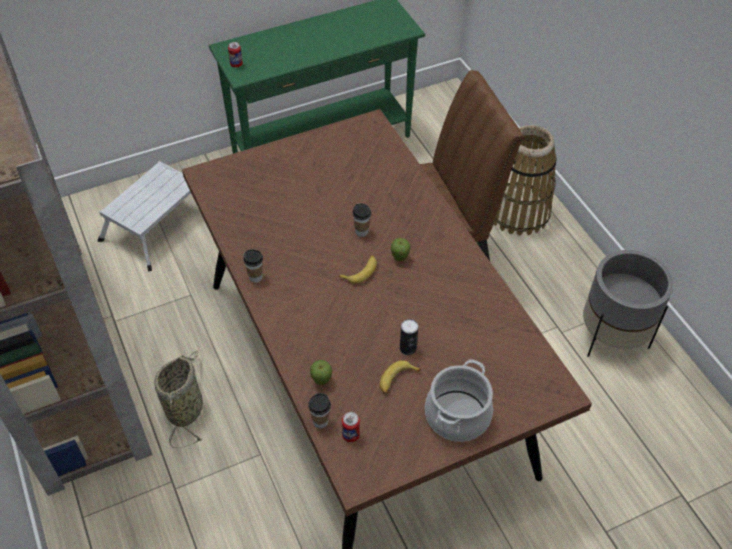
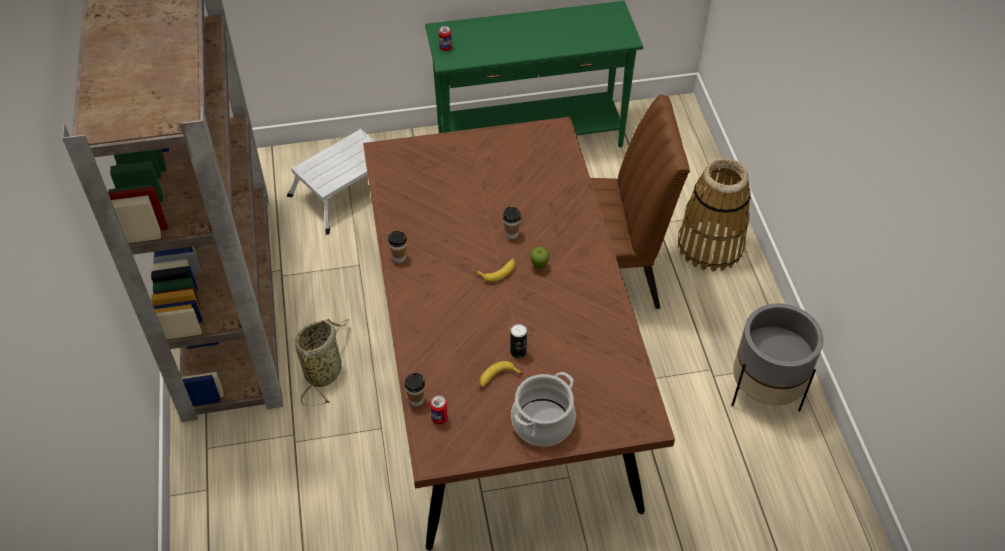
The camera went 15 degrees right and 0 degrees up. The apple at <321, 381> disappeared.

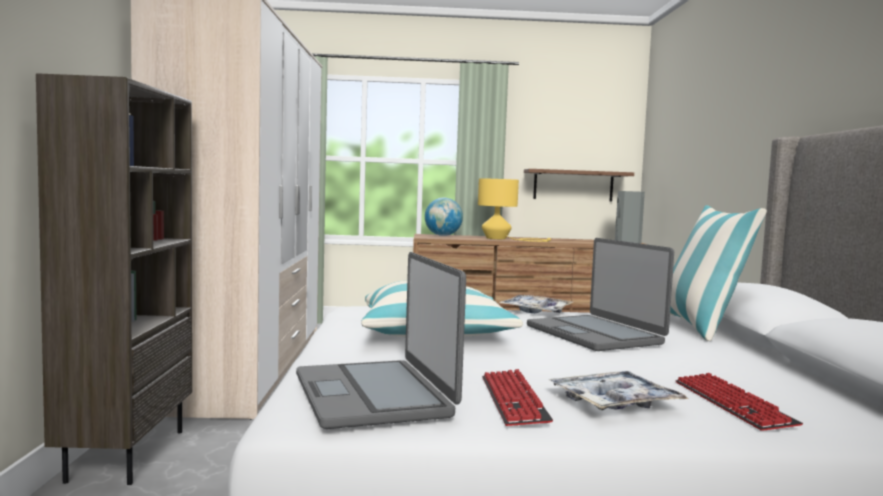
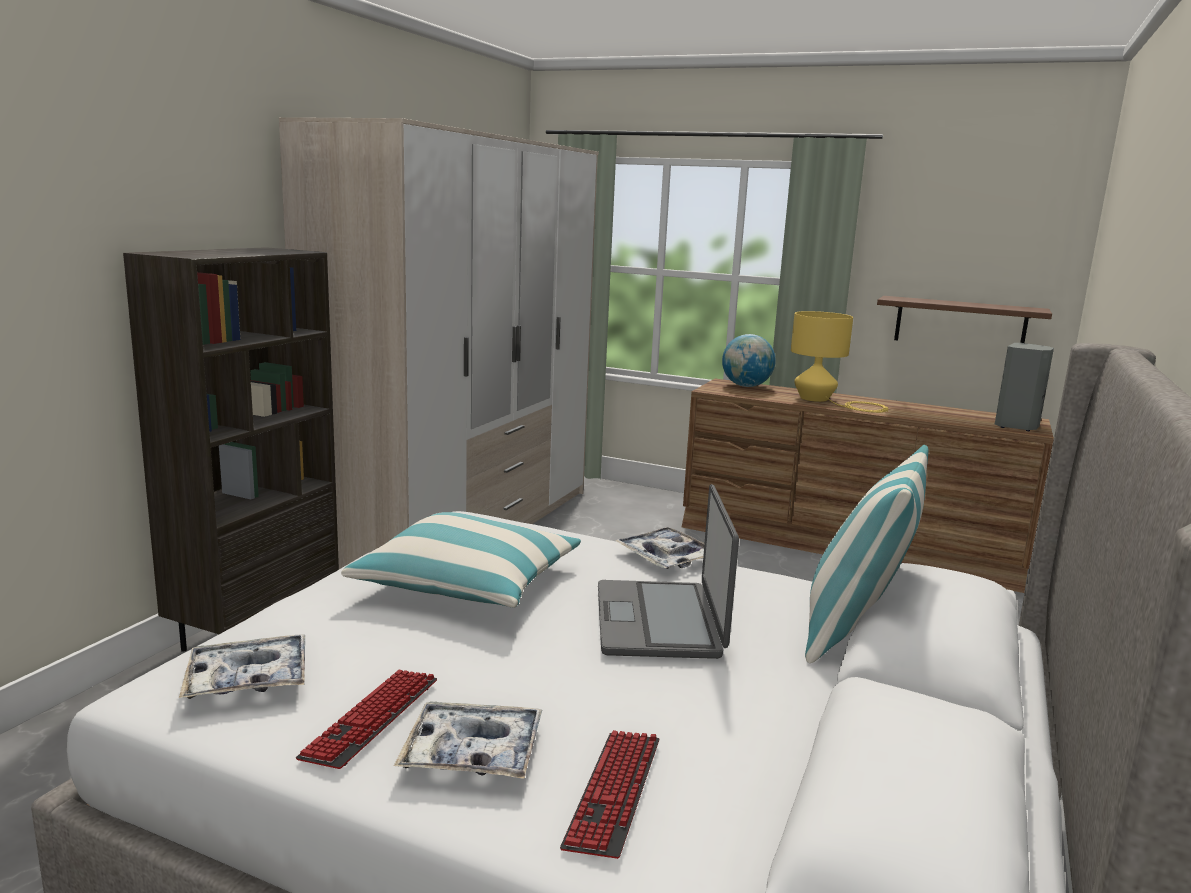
The camera went 25 degrees right and 10 degrees up. The notebook computer at <374, 395> was replaced by the tray at <248, 678>.

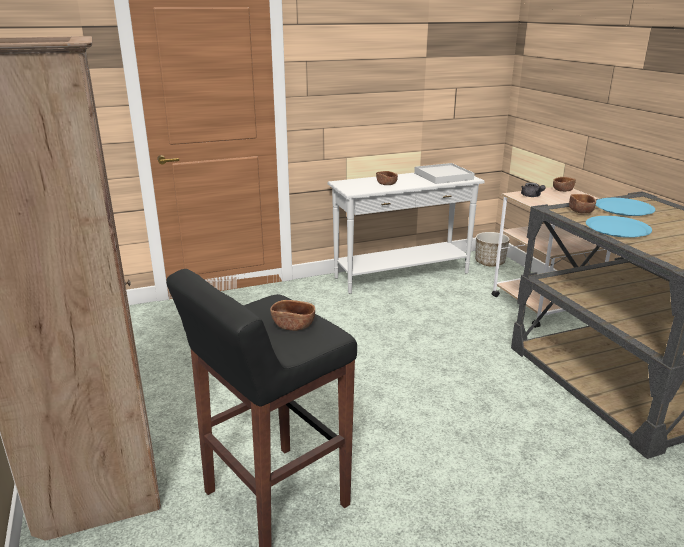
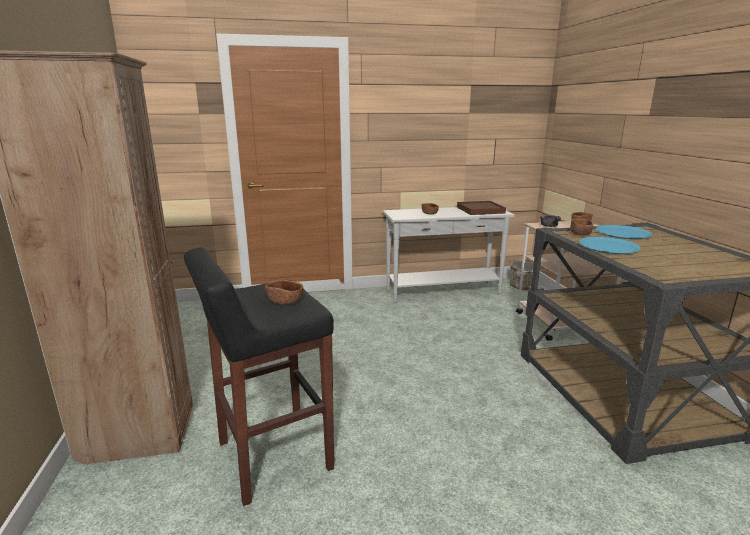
The camera went 10 degrees right and 5 degrees down. The tray (whitish) at <443, 176> became the tray (brownish) at <480, 210>.

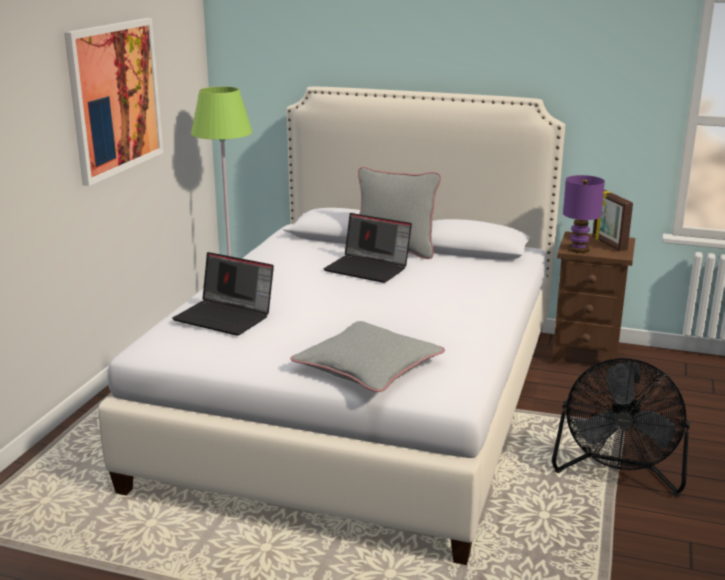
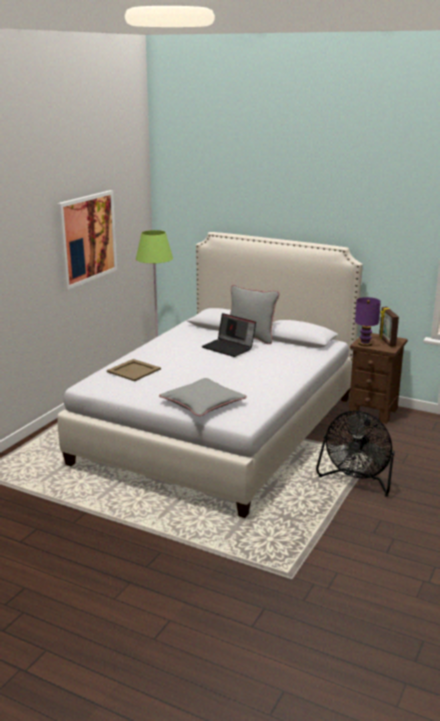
The camera went 10 degrees right and 0 degrees up. The notebook computer at <226, 317> was replaced by the tray (beige) at <134, 370>.

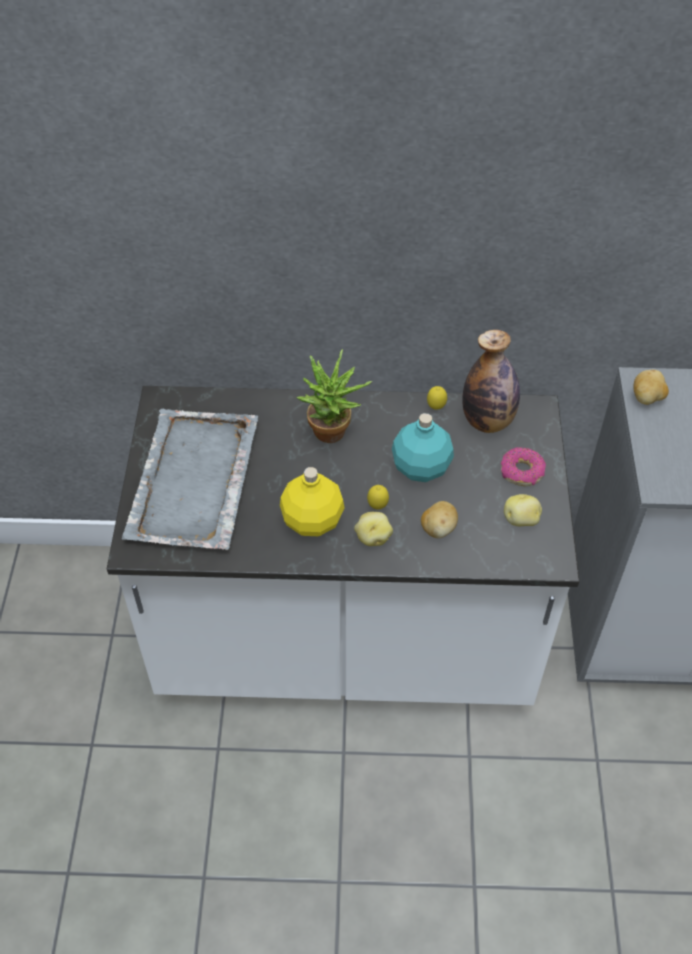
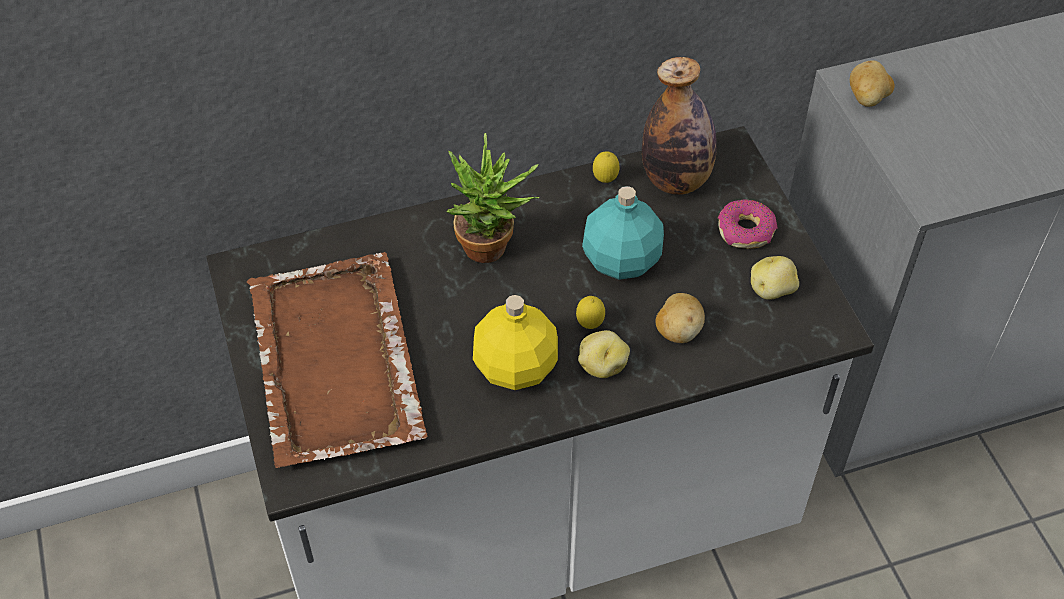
The camera went 20 degrees left and 0 degrees up. The tray (grey) at <193, 482> became the tray (brownish) at <335, 364>.

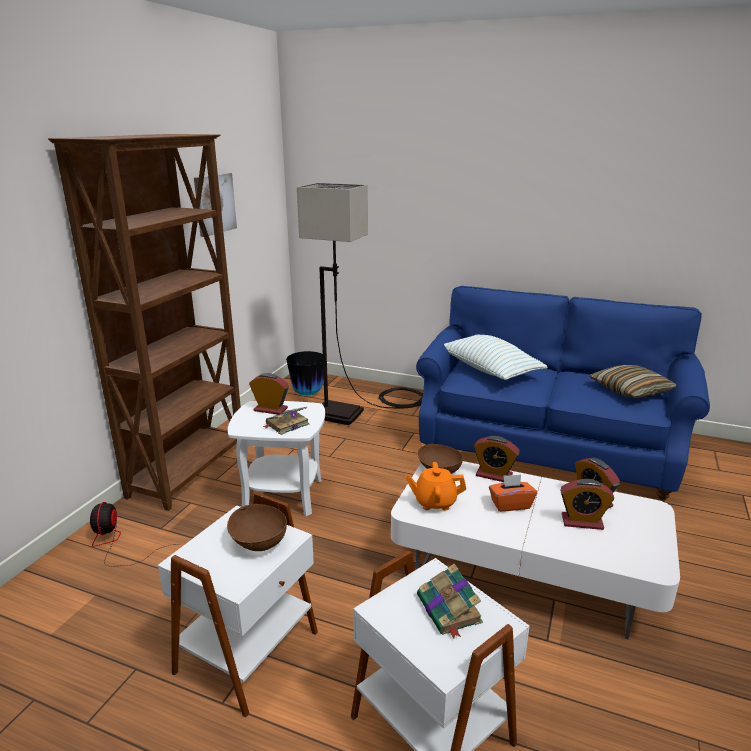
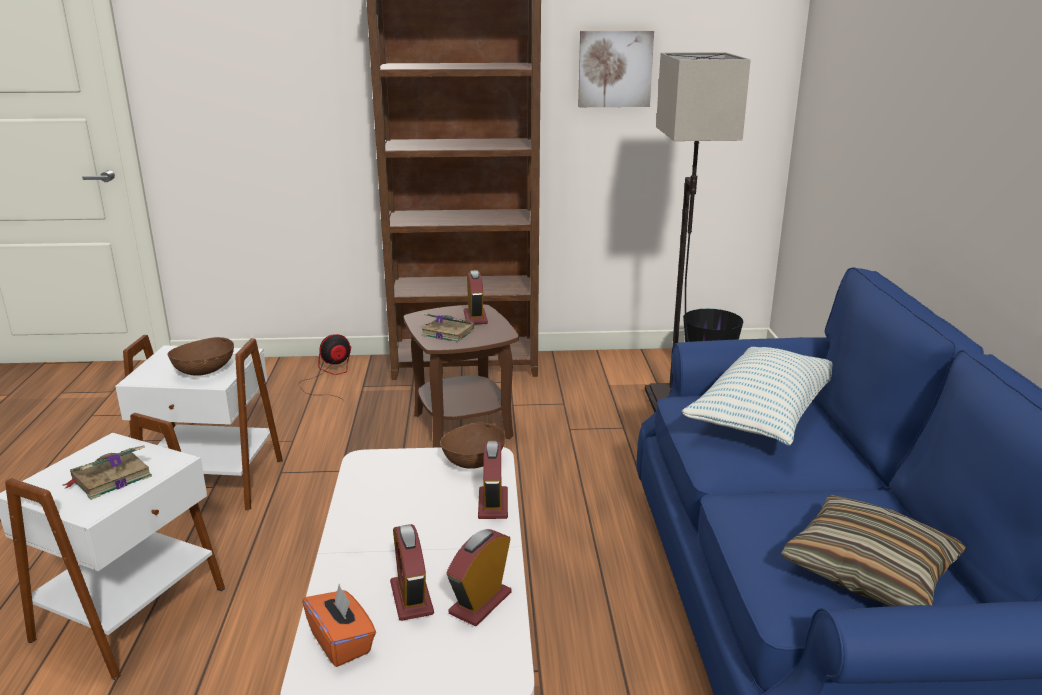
The camera went 65 degrees right and 0 degrees up. The tissue holder (orangey) moved from <510, 504> to <341, 642>. The accent table (whitish) at <283, 495> became the accent table (brownish) at <462, 425>. The teapot (orangey) at <435, 502> disappeared.

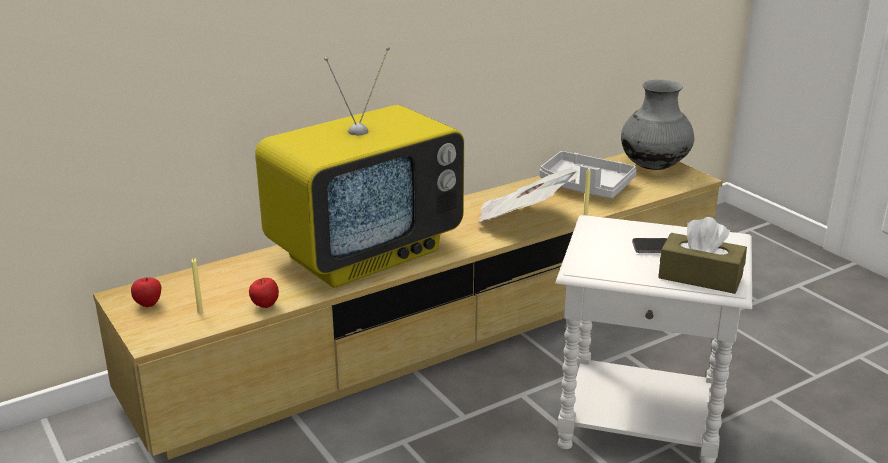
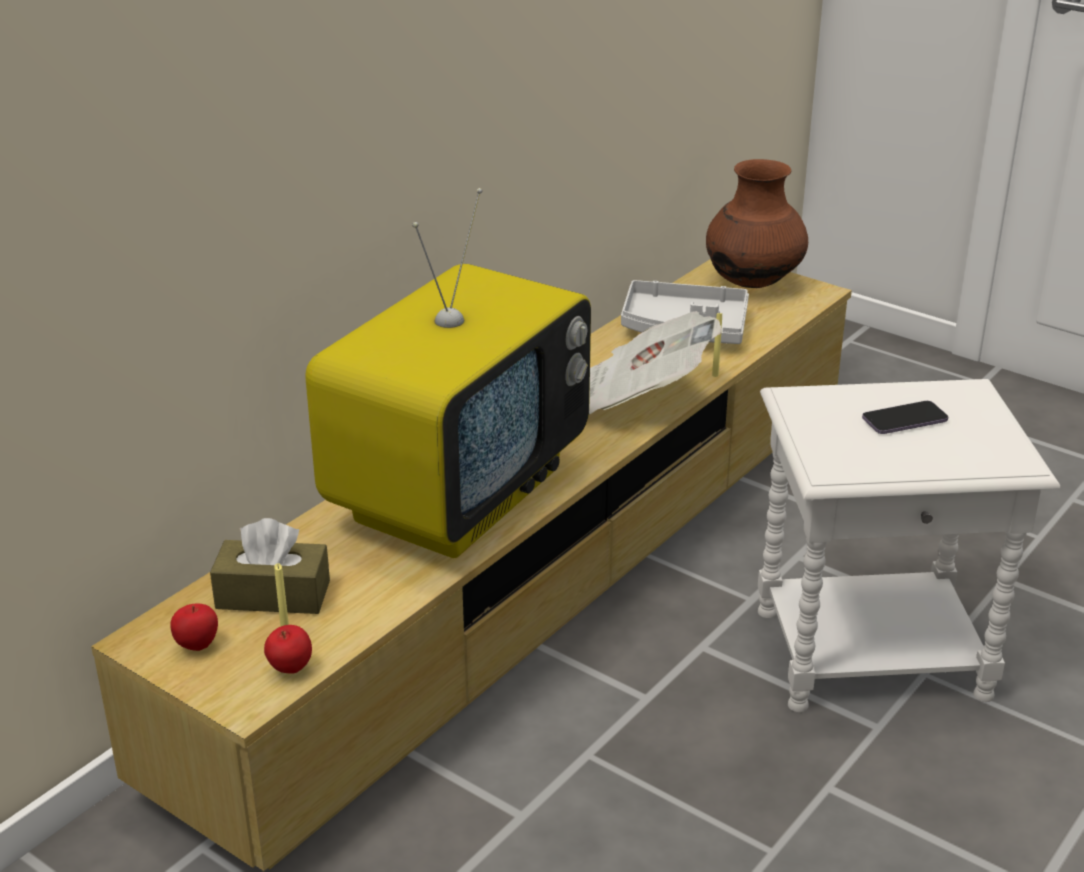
The camera went 20 degrees left and 5 degrees up. The tissue holder (brownish) moved from <700, 277> to <273, 595>. The apple moved from <265, 306> to <290, 669>. The decorative vase (grey) at <654, 167> became the decorative vase (brownish) at <753, 283>.

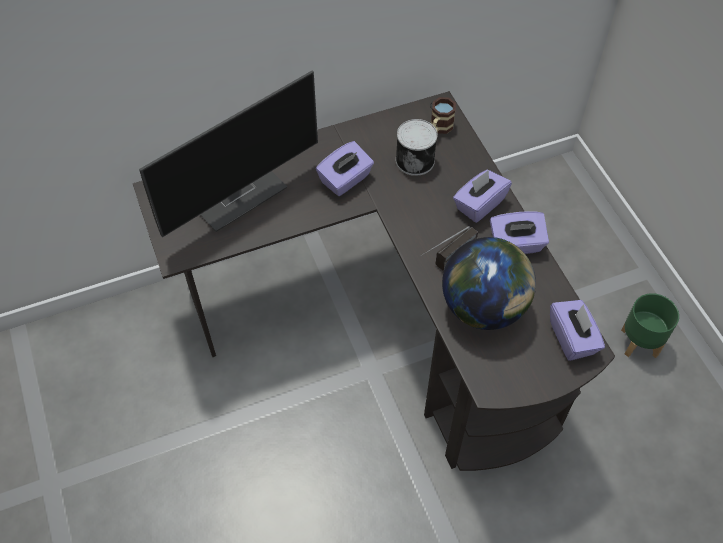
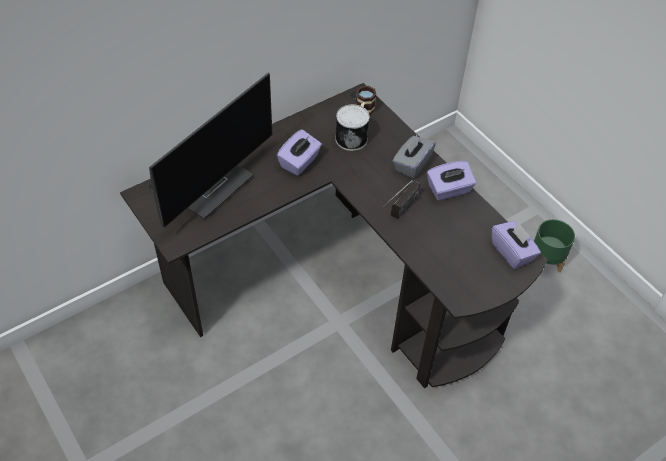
The camera went 15 degrees left and 5 degrees down. The tissue holder (purple-coloured) at <479, 204> became the tissue holder (grey) at <412, 165>. The globe at <484, 307> disappeared.

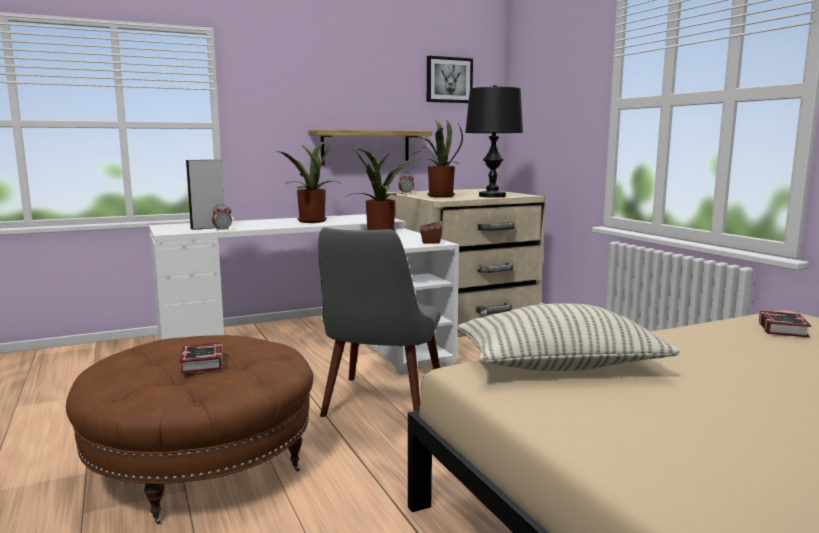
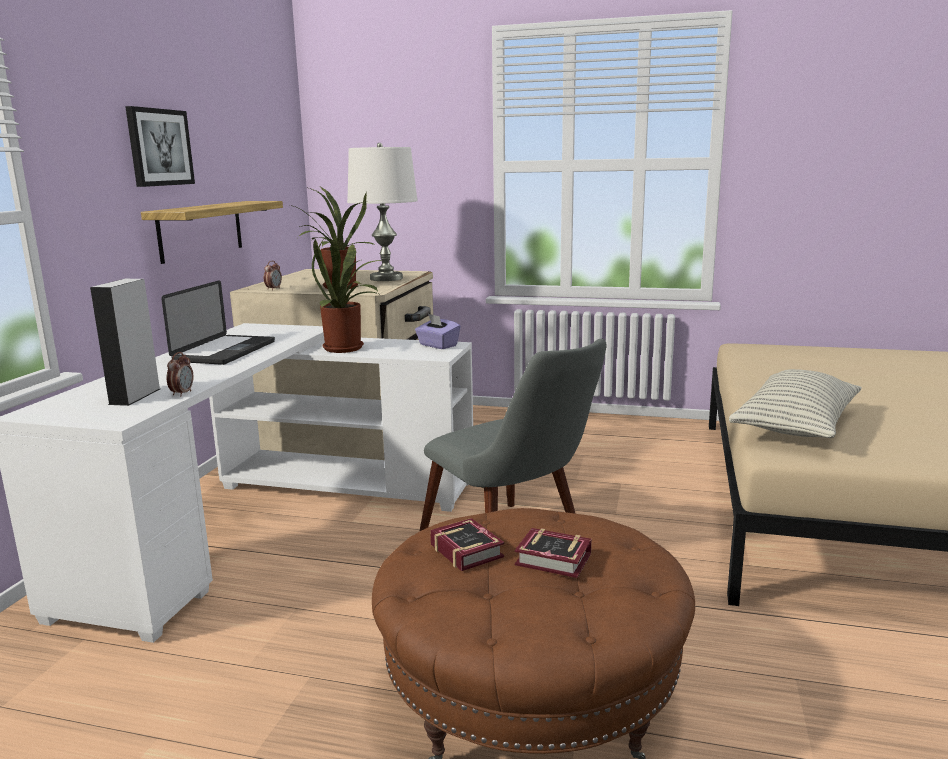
The camera went 50 degrees left and 5 degrees up. The wall art moved from <449, 80> to <159, 147>. The plant in a pot at <310, 221> was replaced by the notebook computer at <225, 351>. The tabletop lamp (black) at <492, 196> became the tabletop lamp (whitish) at <386, 278>. The tissue holder (brownish) at <431, 241> became the tissue holder (purple-coloured) at <437, 345>. The book moved from <783, 329> to <466, 549>.

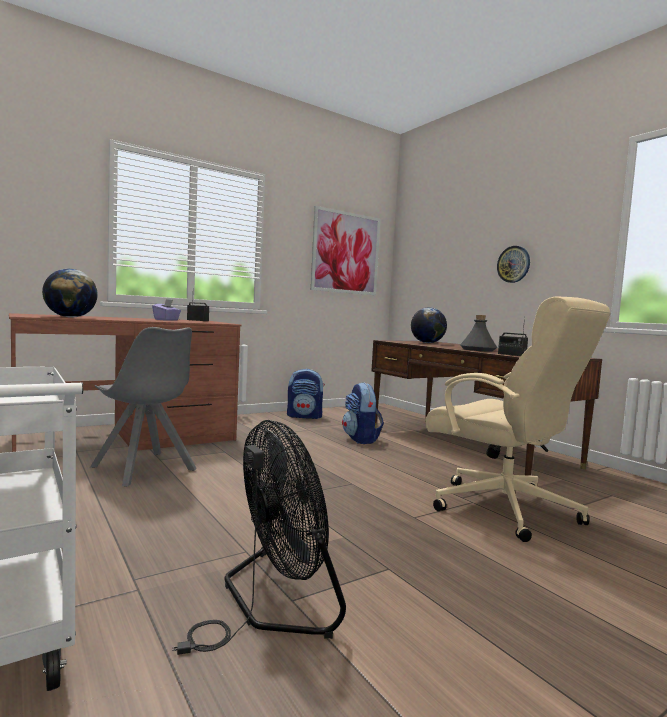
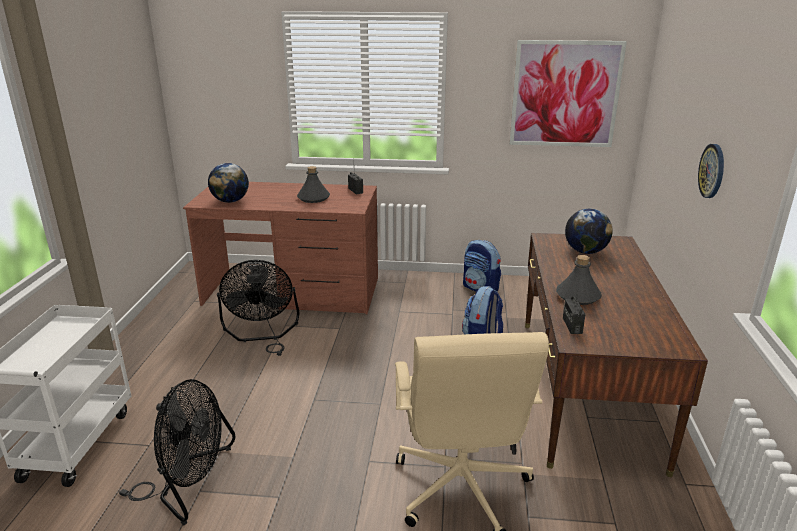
The camera went 40 degrees right and 20 degrees up. The upright chair (grey) at <144, 469> was replaced by the cooling fan (black) at <263, 334>. The tissue holder (purple-coloured) at <166, 320> was replaced by the drink bottle (grey) at <313, 198>.

